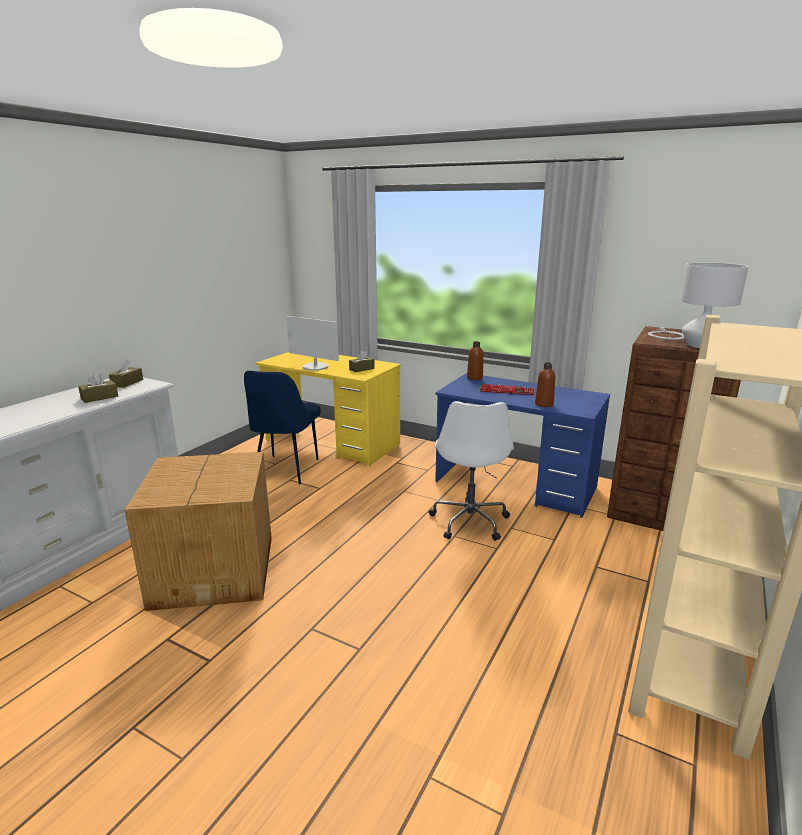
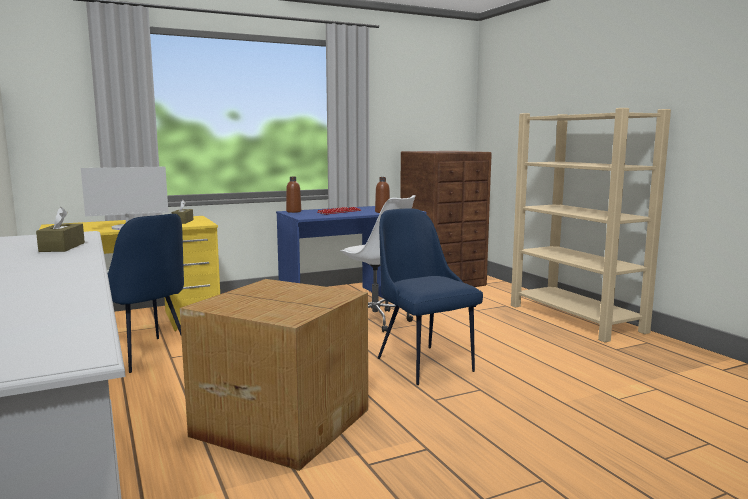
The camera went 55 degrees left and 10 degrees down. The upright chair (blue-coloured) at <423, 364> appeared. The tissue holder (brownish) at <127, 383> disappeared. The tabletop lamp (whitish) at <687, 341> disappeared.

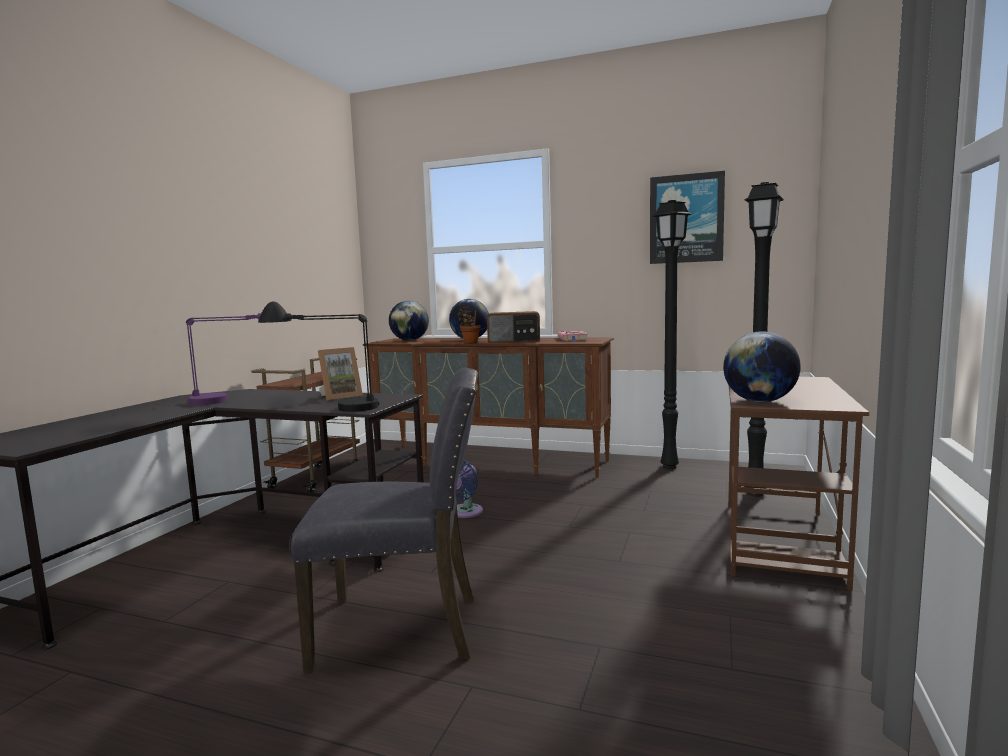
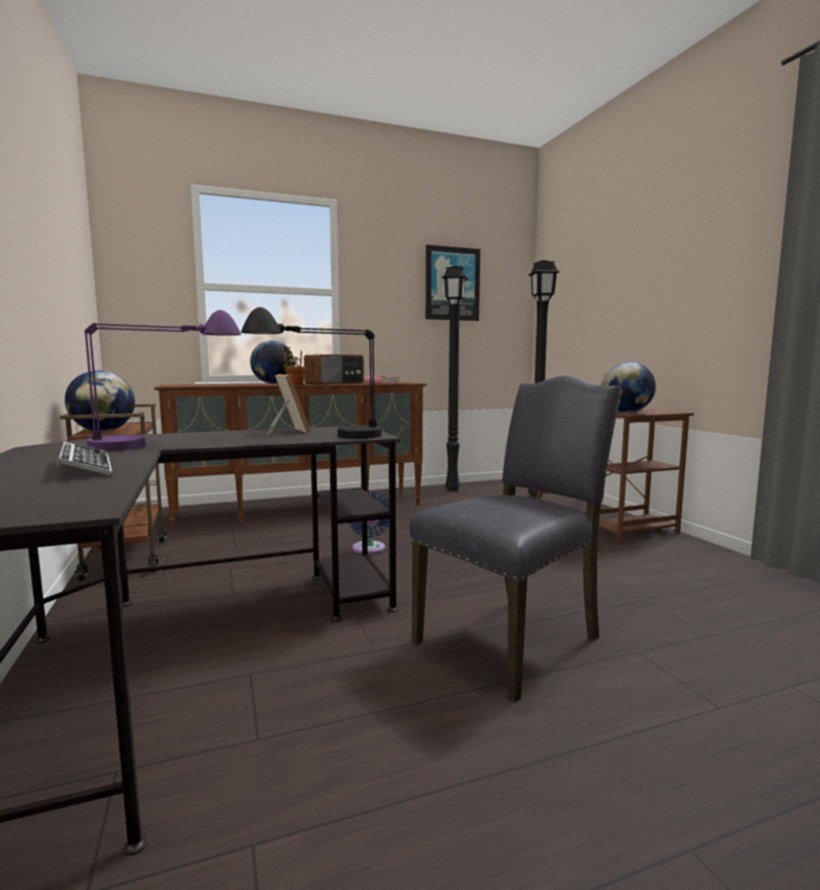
The camera went 40 degrees left and 0 degrees up. The computer keyboard at <85, 467> appeared. The globe moved from <410, 340> to <103, 431>. The picture frame at <340, 396> turned 45 degrees counterclockwise.

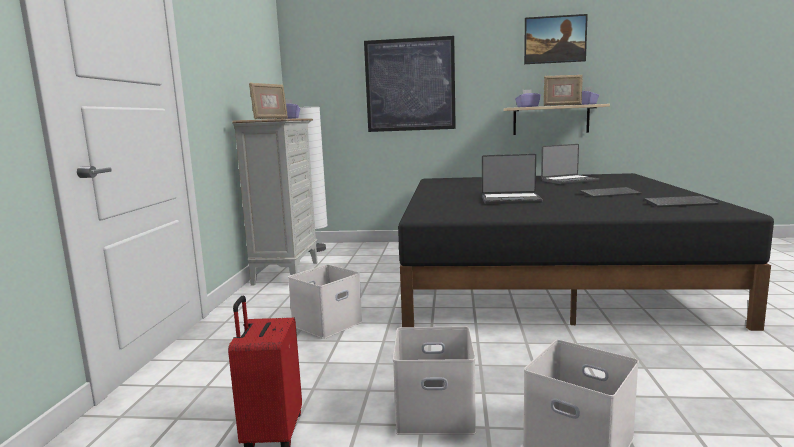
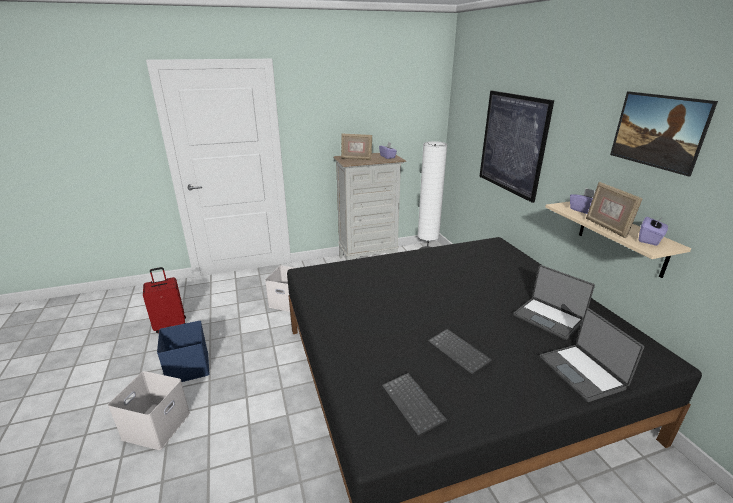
The camera went 65 degrees right and 15 degrees up. The storage bin (whitish) at <436, 411> became the storage bin (blue-coloured) at <189, 367>. The notebook computer moved from <511, 200> to <582, 372>.

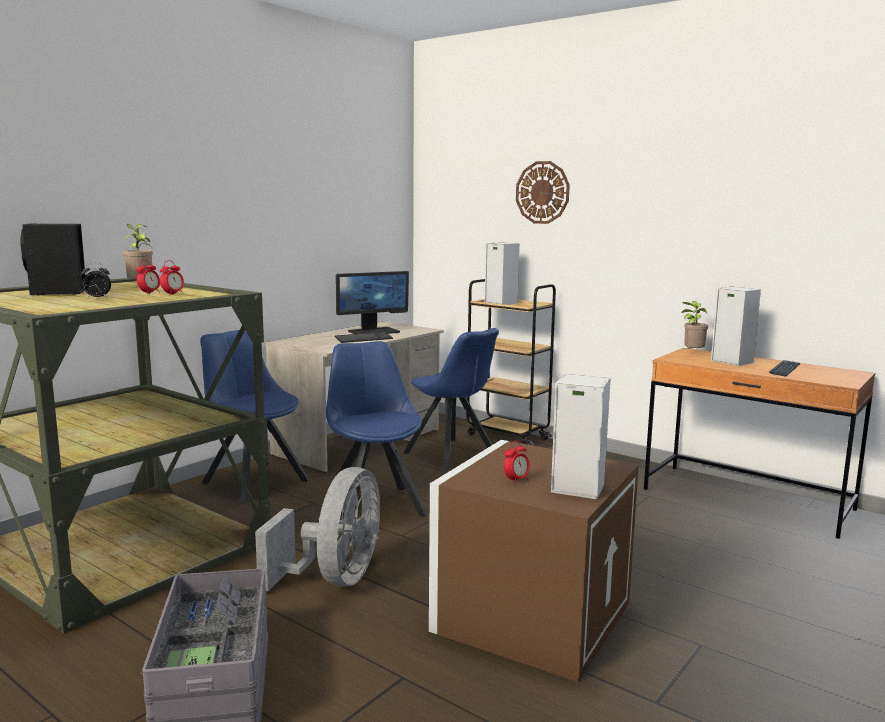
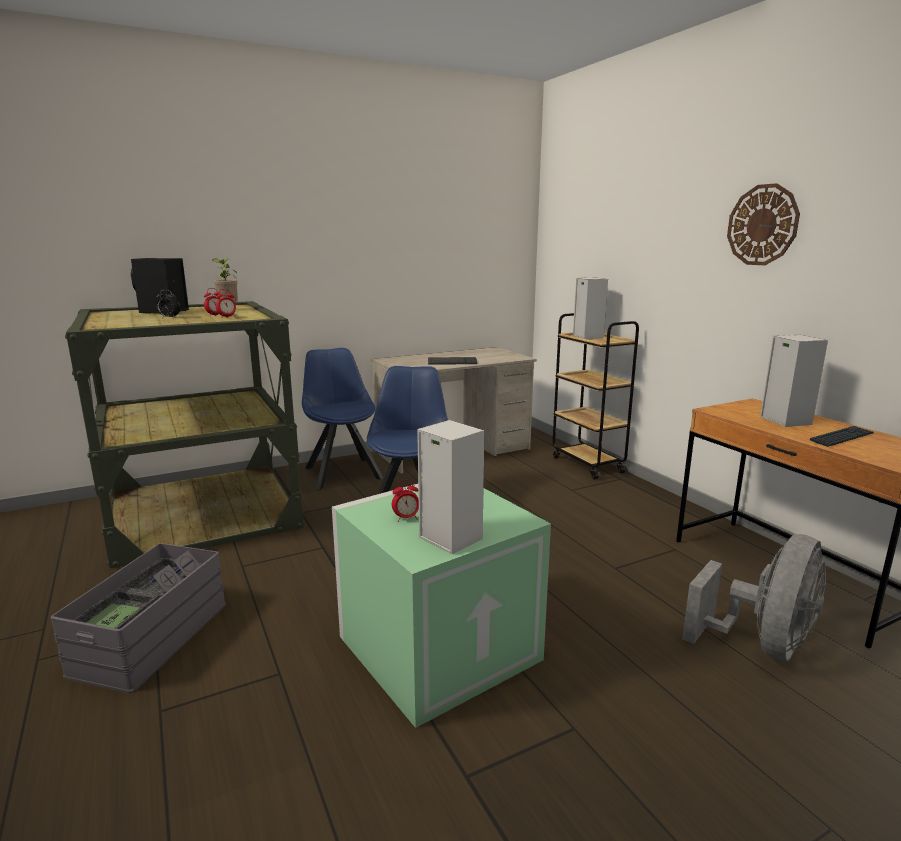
The camera went 25 degrees right and 5 degrees up. The storage bin (brownish) at <531, 615> became the storage bin (green) at <439, 645>. The cooling fan (grey) moved from <335, 579> to <762, 645>. The hanging clock moved from <542, 192> to <762, 225>. The computer display at <373, 331> disappeared. The upright chair (blue-coloured) at <452, 454> disappeared. The plant in a pot at <692, 353> disappeared.

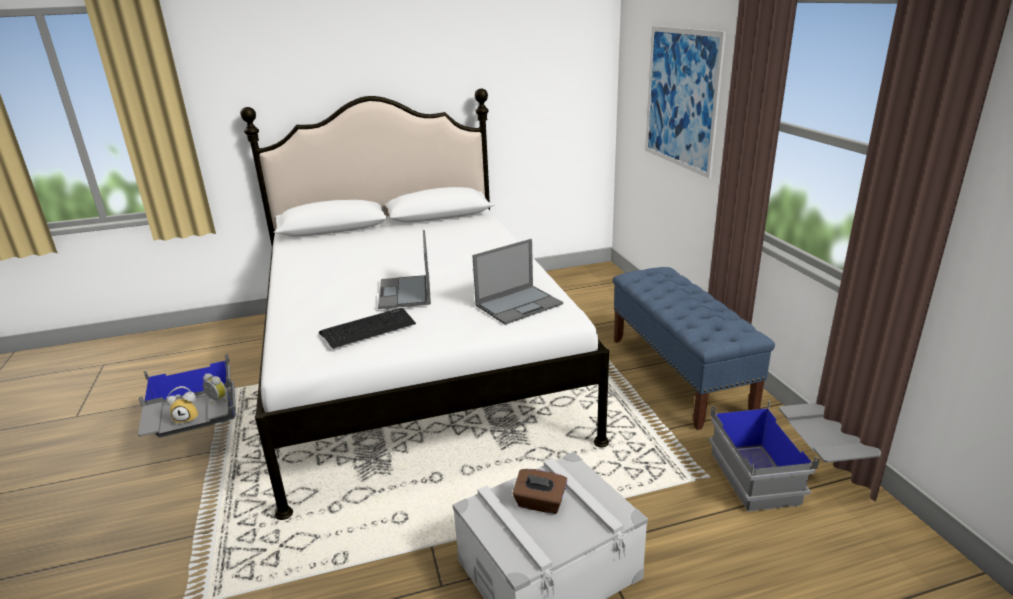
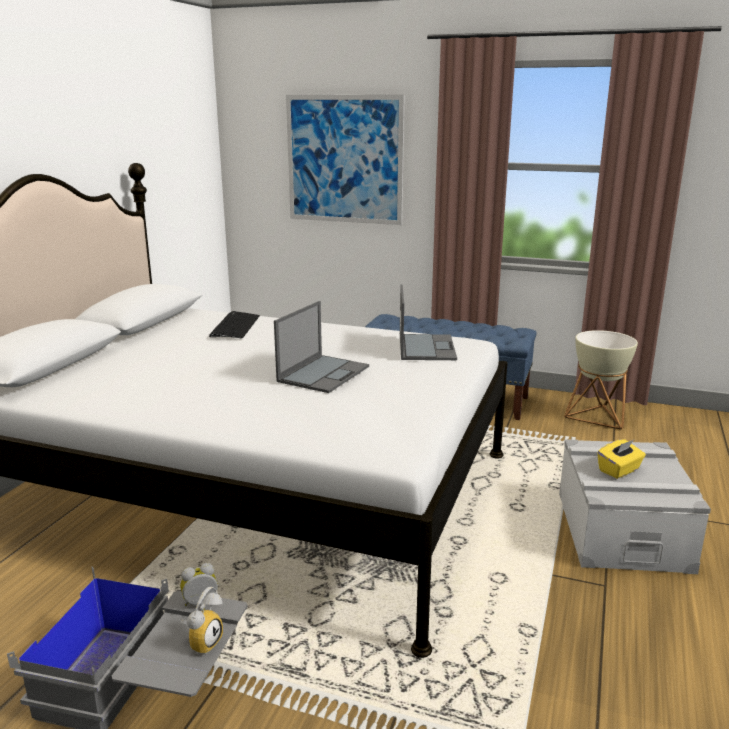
The camera went 55 degrees left and 5 degrees down. The computer keyboard moved from <368, 328> to <235, 326>. The notebook computer at <405, 292> turned 90 degrees counterclockwise. The storage bin (grey) at <785, 475> was replaced by the plant pot at <597, 417>. The tissue holder (brownish) at <540, 503> became the tissue holder (yellowish) at <619, 470>.

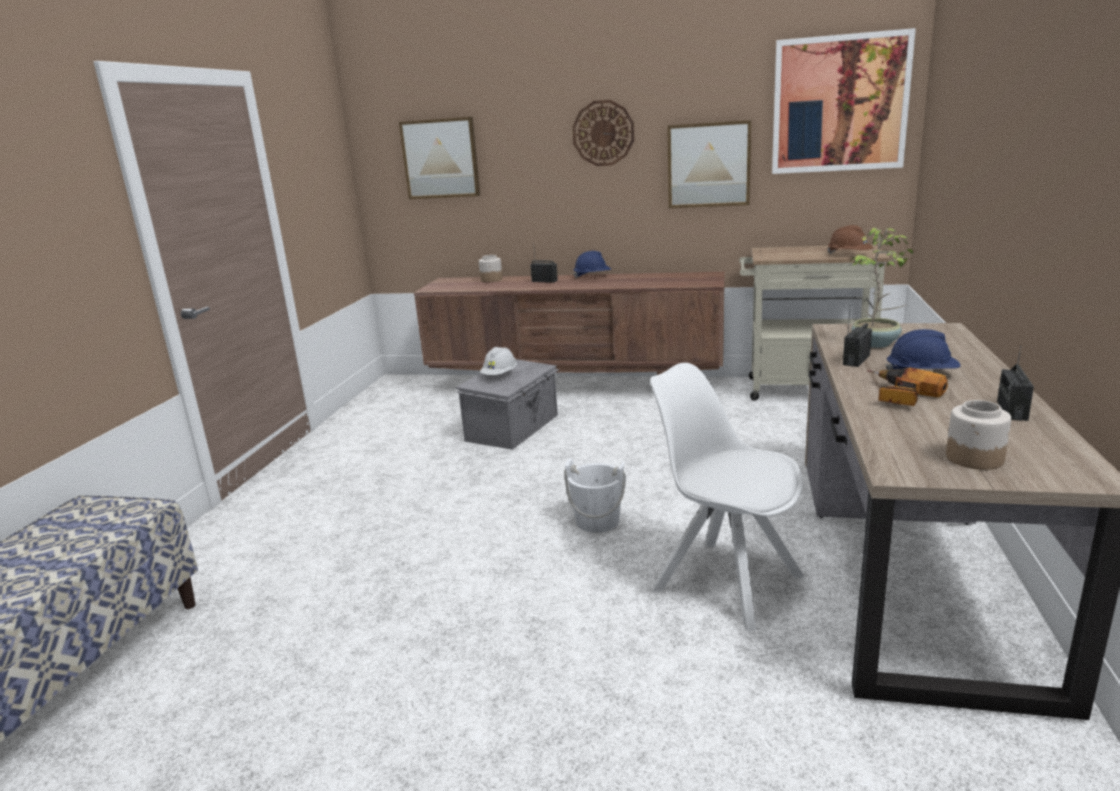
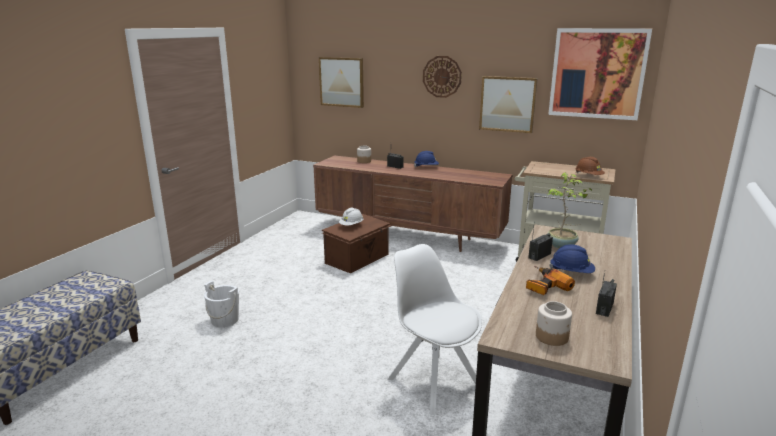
The camera went 10 degrees right and 0 degrees up. The pail (whitish) moved from <597, 521> to <225, 320>. The storage bin (grey) at <514, 427> became the storage bin (brownish) at <358, 259>.

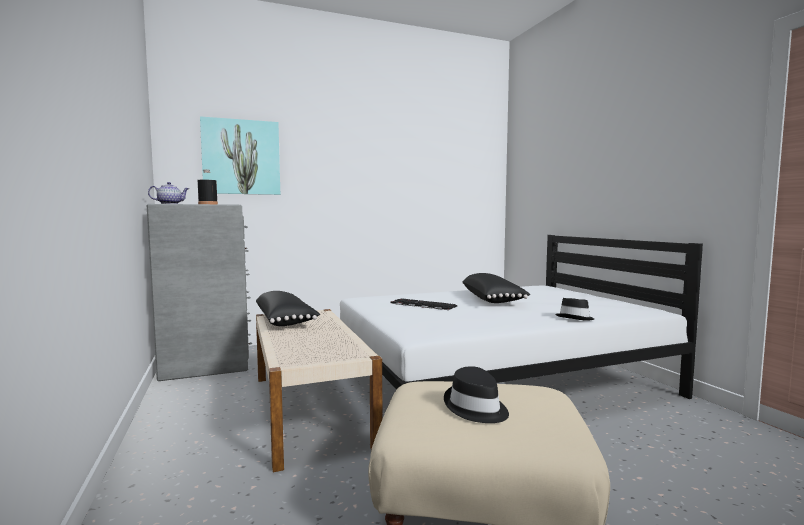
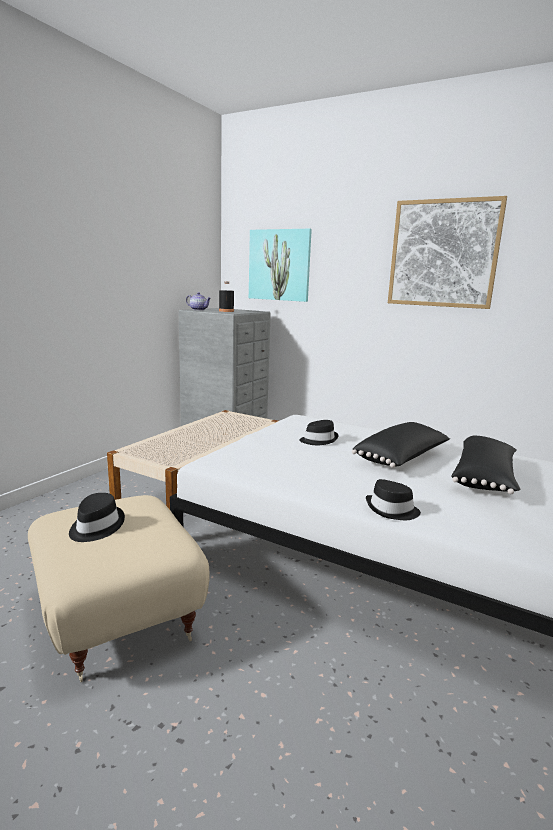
The camera went 50 degrees right and 10 degrees up. The computer keyboard at <422, 305> was replaced by the hat (black) at <318, 440>. The wall art at <443, 254> appeared. The throw pillow (black) moved from <285, 321> to <485, 478>.

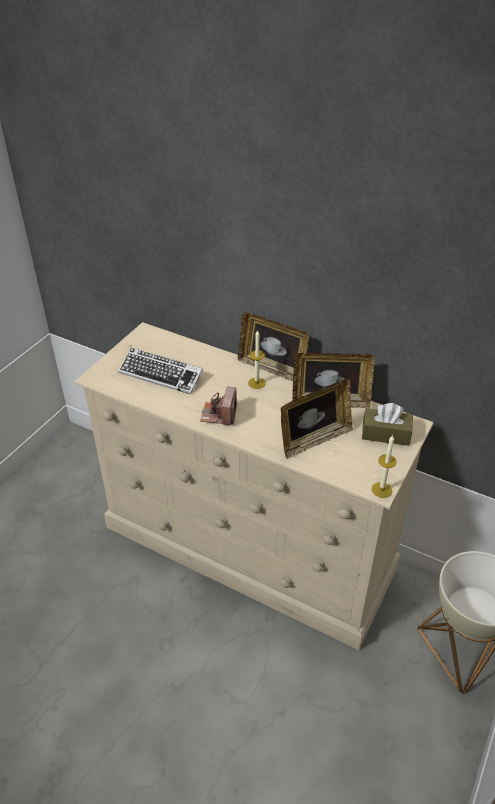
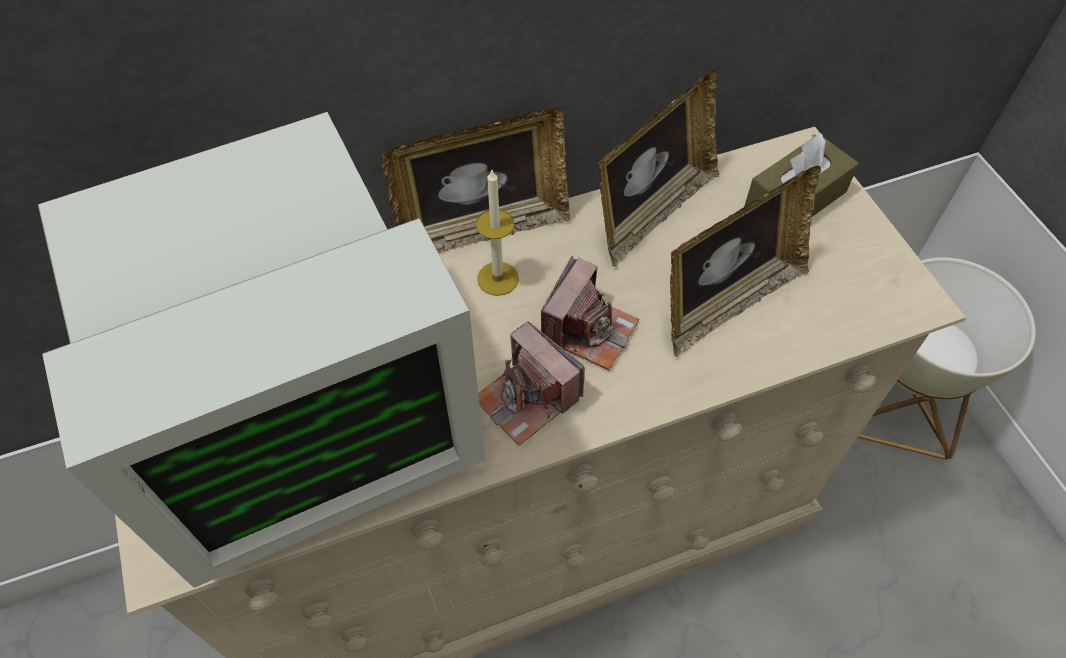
The camera went 50 degrees left and 15 degrees up. The computer keyboard at <161, 375> was replaced by the computer display at <303, 419>. The photo camera at <588, 330> appeared. The picture frame at <314, 440> turned 45 degrees clockwise. The wax light at <381, 490> disappeared.

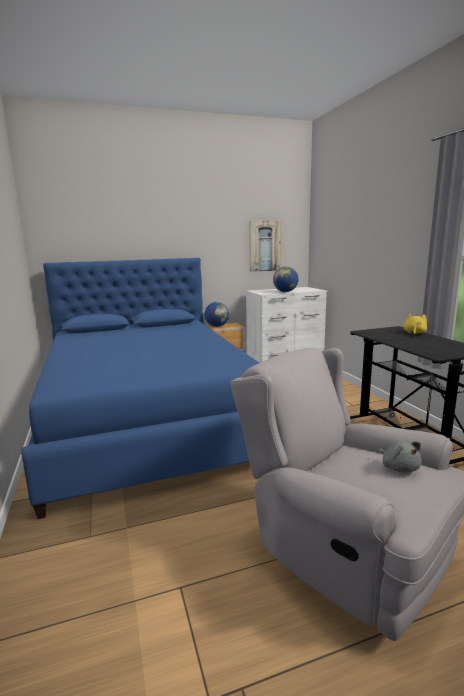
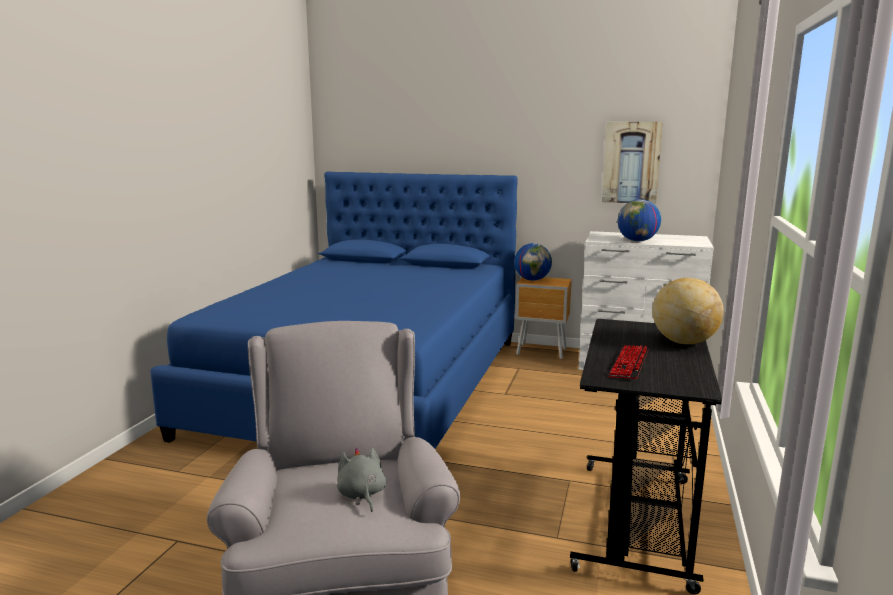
The camera went 35 degrees right and 0 degrees up. The cuddly toy (grey) at <399, 467> turned 150 degrees clockwise. The computer keyboard at <629, 364> appeared. The cuddly toy (yellowish) at <414, 333> was replaced by the globe at <684, 342>.

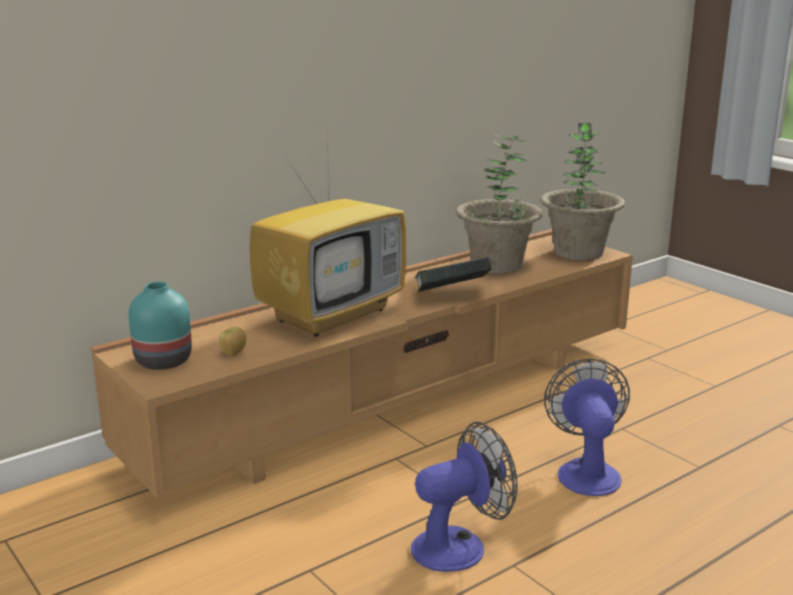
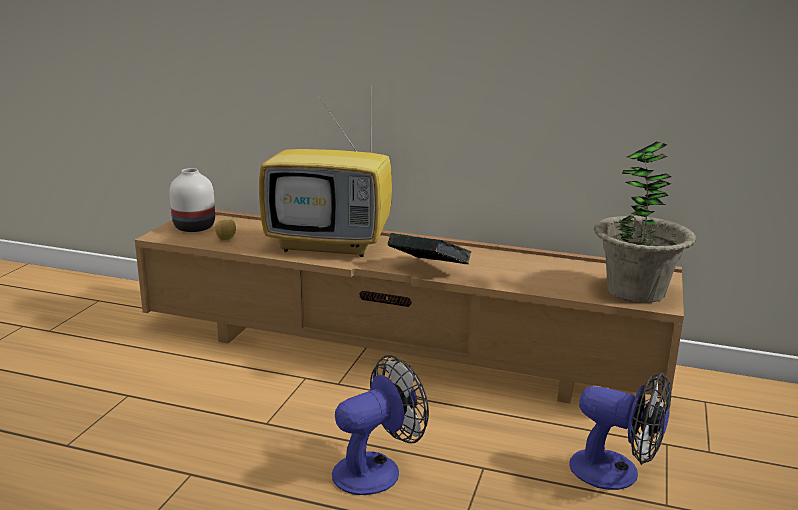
The camera went 55 degrees right and 0 degrees up. The decorative vase (turquoise) at <162, 361> became the decorative vase (whitish) at <193, 227>. The cooling fan moved from <460, 545> to <616, 473>. The plant in a pot at <497, 265> disappeared.

